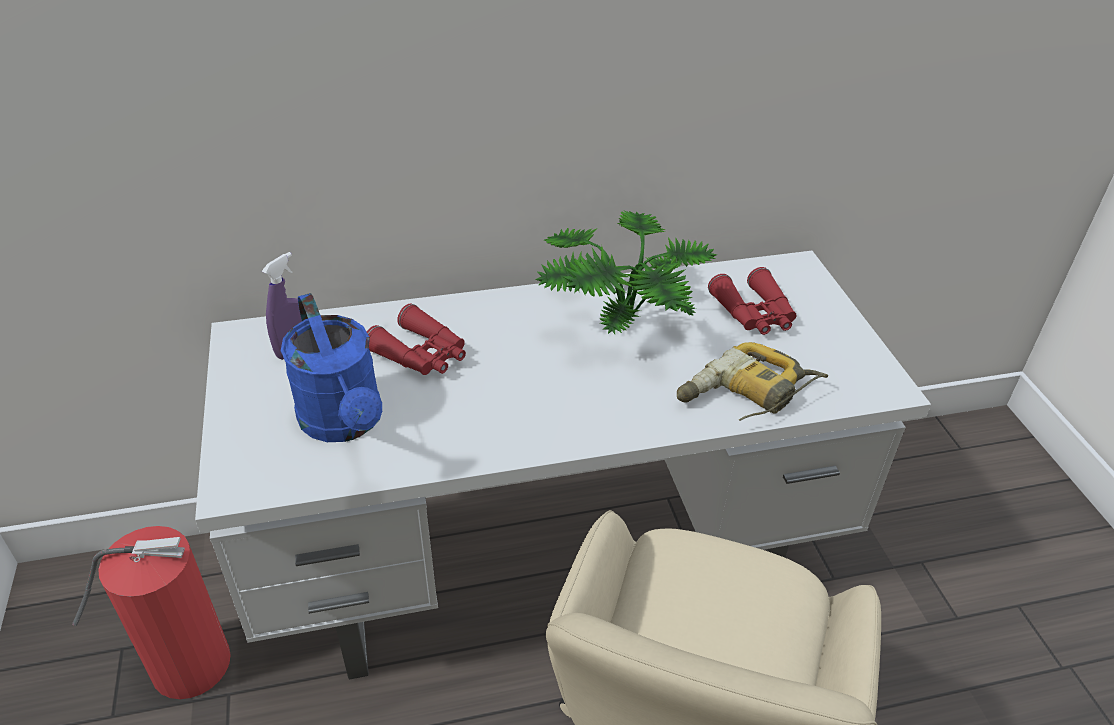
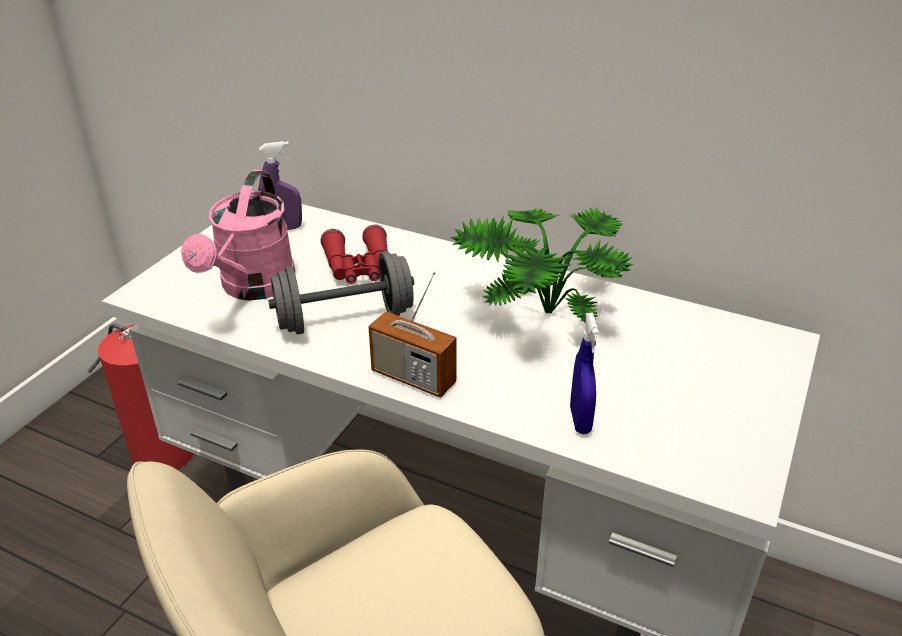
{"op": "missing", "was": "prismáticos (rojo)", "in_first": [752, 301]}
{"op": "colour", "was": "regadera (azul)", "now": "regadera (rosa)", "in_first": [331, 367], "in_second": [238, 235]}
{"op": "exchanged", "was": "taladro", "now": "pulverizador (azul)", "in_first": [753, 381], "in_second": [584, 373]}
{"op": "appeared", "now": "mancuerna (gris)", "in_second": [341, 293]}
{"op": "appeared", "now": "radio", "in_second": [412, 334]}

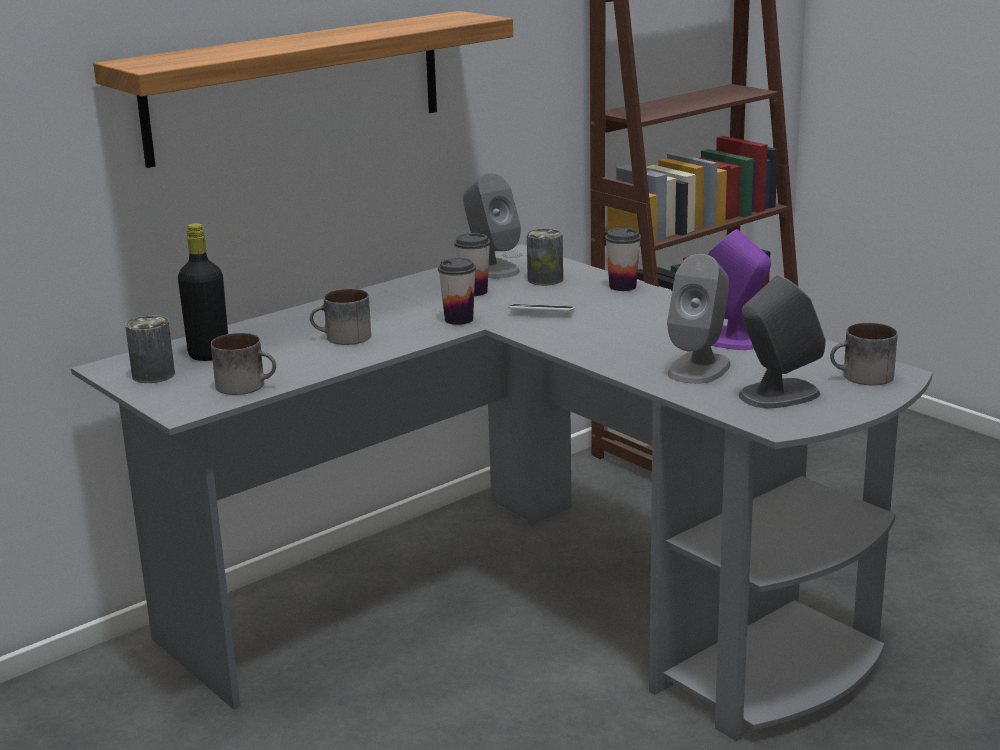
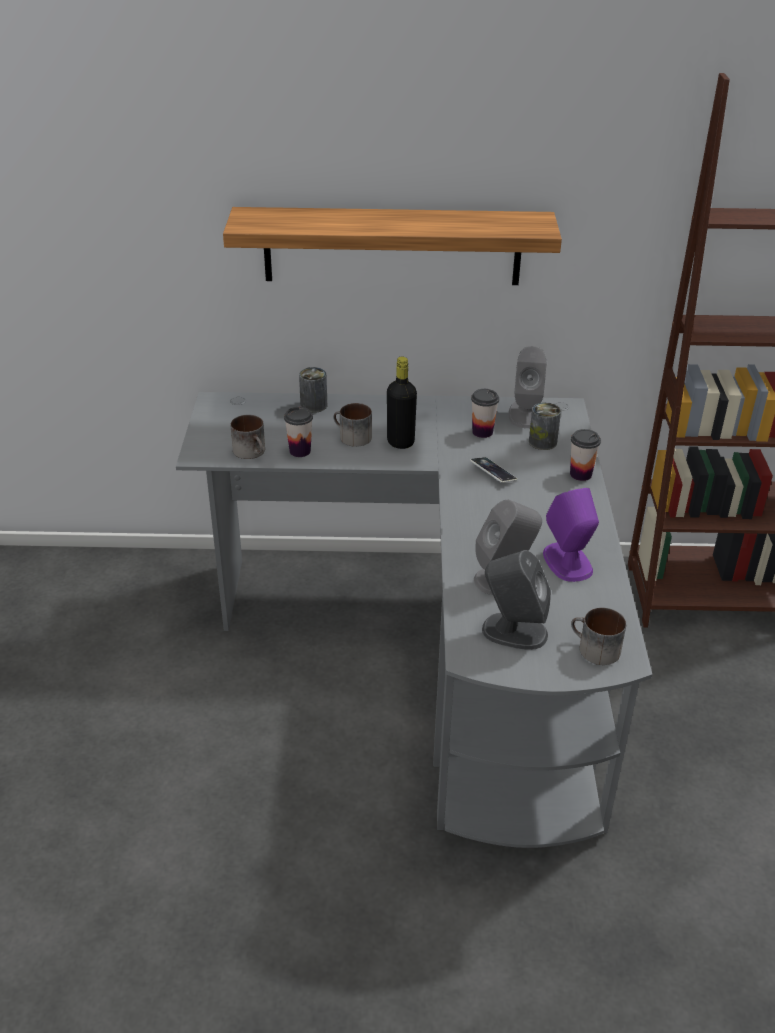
{"op": "relocated", "was": "botella (negro)", "in_first": [203, 292], "in_second": [402, 403]}
{"op": "relocated", "was": "taza", "in_first": [457, 291], "in_second": [298, 432]}
{"op": "relocated", "was": "lata", "in_first": [150, 349], "in_second": [313, 390]}

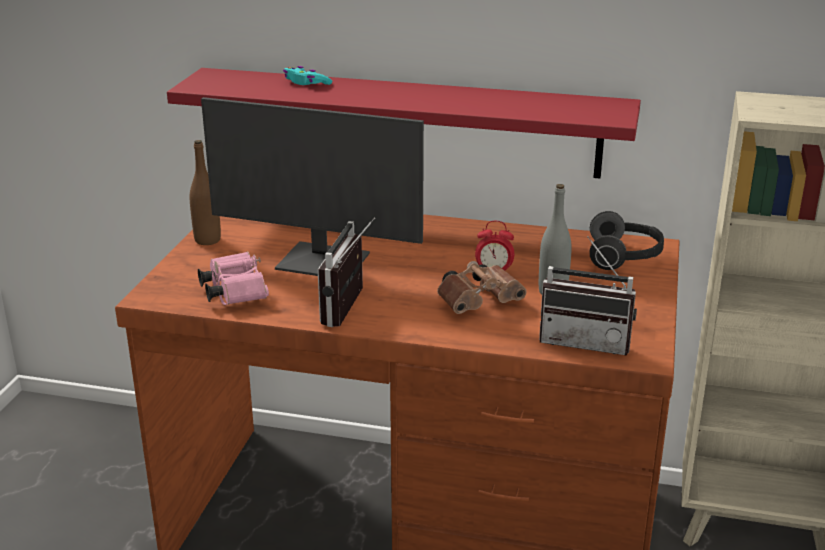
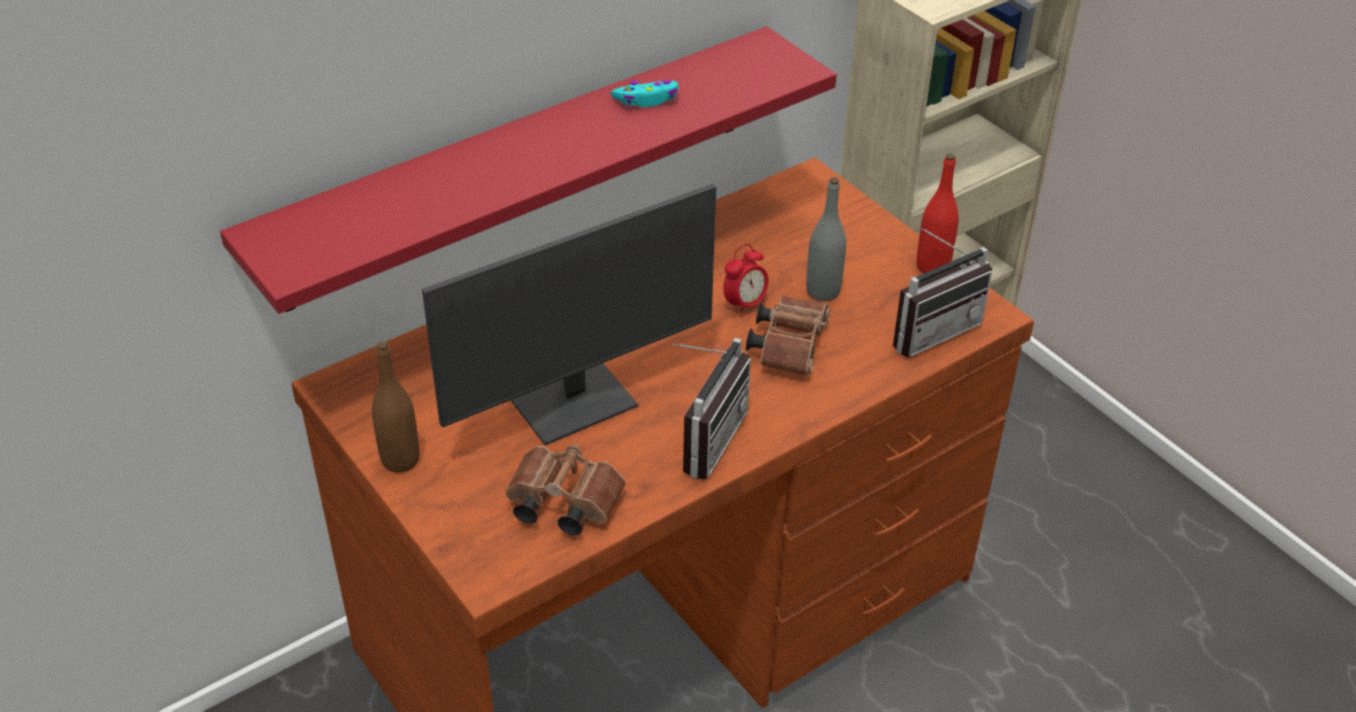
{"op": "relocated", "was": "mando de consola (turquesa)", "in_first": [307, 75], "in_second": [645, 93]}
{"op": "missing", "was": "auriculares", "in_first": [626, 240]}
{"op": "spun", "was": "radio", "in_first": [346, 272], "in_second": [712, 408], "clockwise": -120}
{"op": "colour", "was": "prismáticos (rosa)", "now": "prismáticos (marrón)", "in_first": [233, 278], "in_second": [565, 490]}
{"op": "appeared", "now": "botella (rojo)", "in_second": [938, 213]}

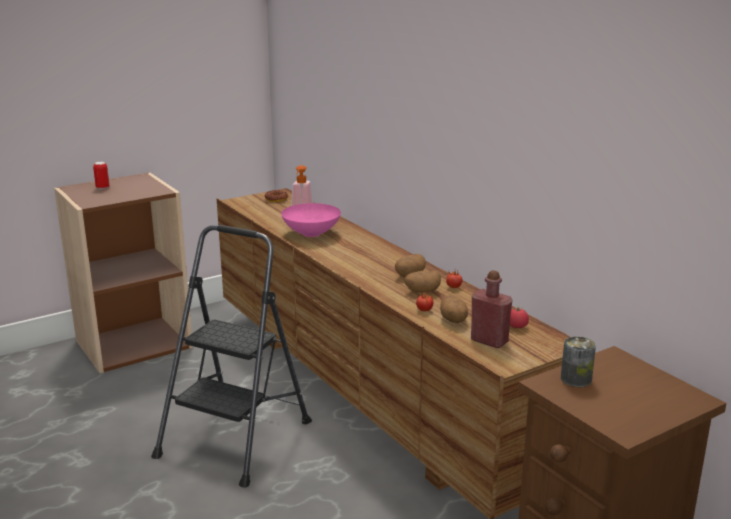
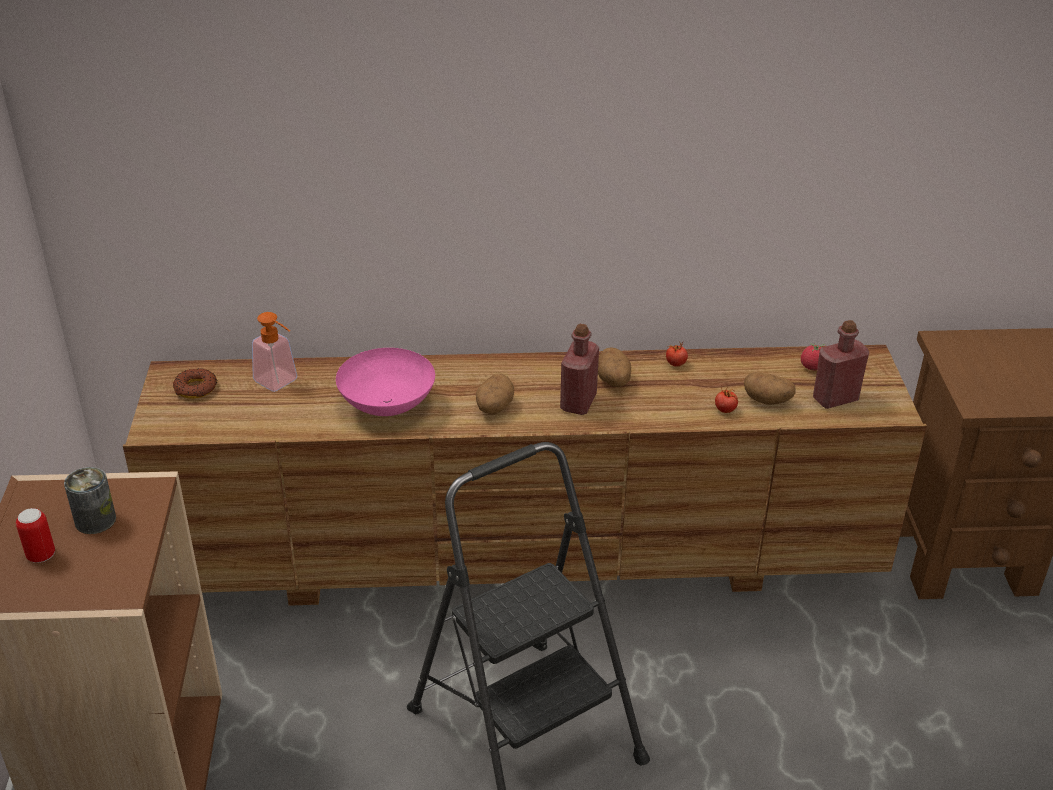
{"op": "relocated", "was": "patata", "in_first": [422, 282], "in_second": [495, 393]}
{"op": "relocated", "was": "lata", "in_first": [578, 361], "in_second": [90, 500]}
{"op": "appeared", "now": "botella (rojo)", "in_second": [579, 369]}

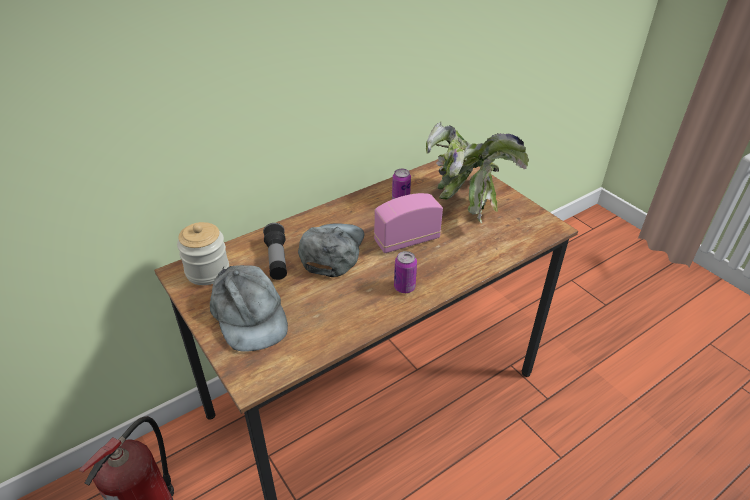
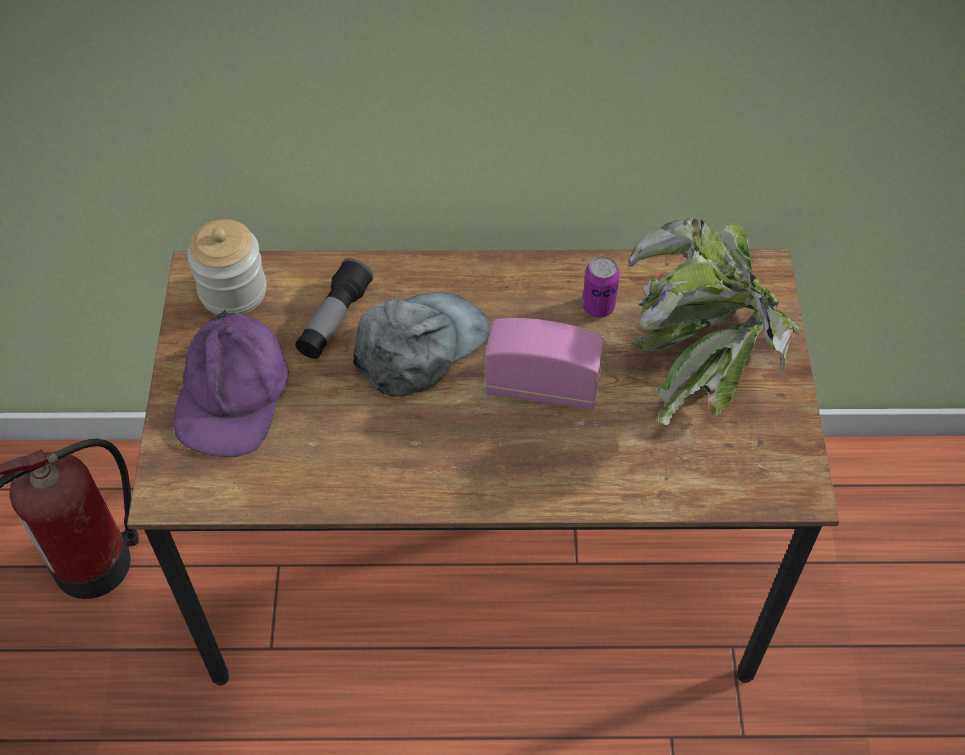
{"op": "missing", "was": "lata", "in_first": [405, 272]}
{"op": "colour", "was": "gorra (gris)", "now": "gorra (morado)", "in_first": [249, 308], "in_second": [231, 383]}

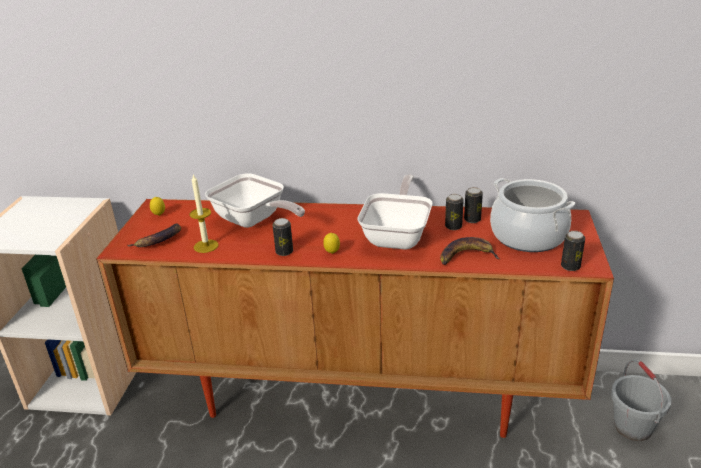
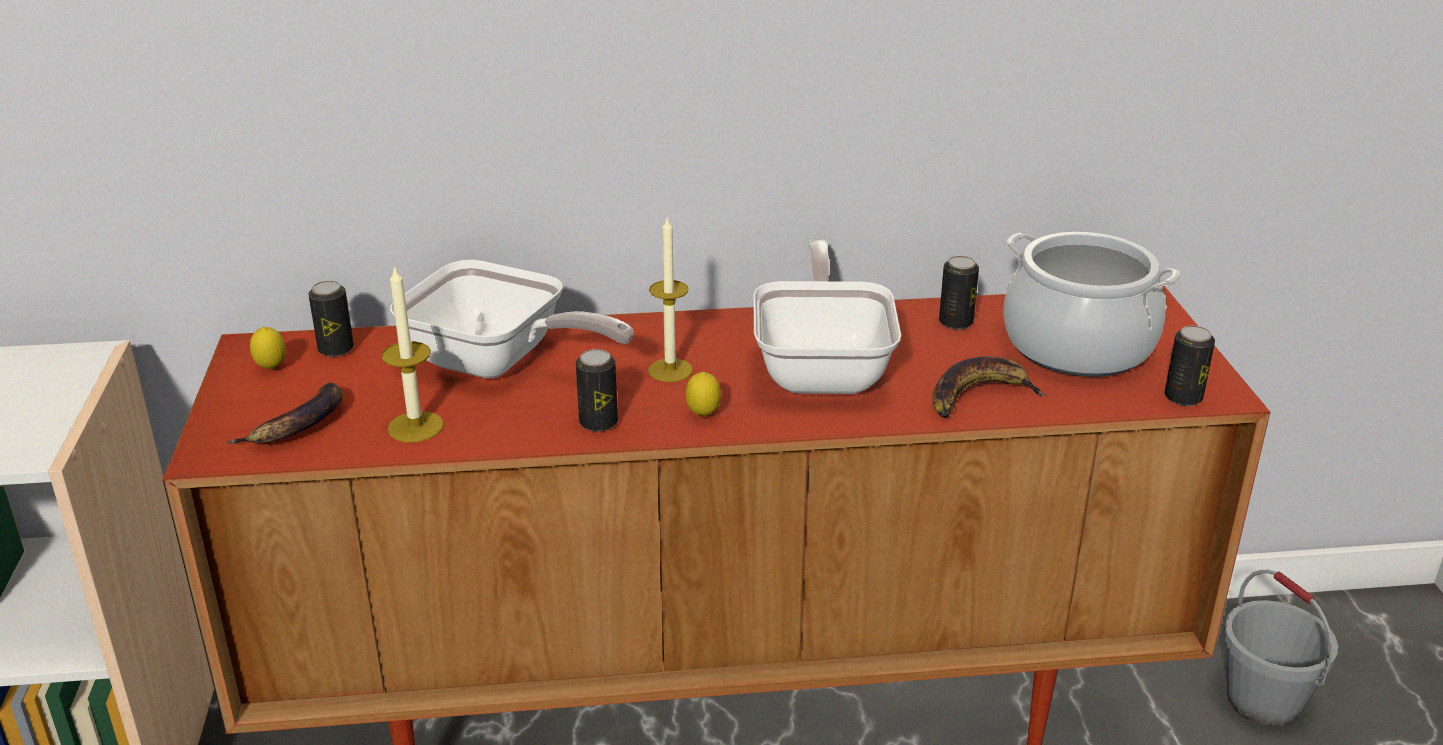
{"op": "relocated", "was": "lata", "in_first": [454, 212], "in_second": [331, 319]}
{"op": "appeared", "now": "vela", "in_second": [670, 299]}

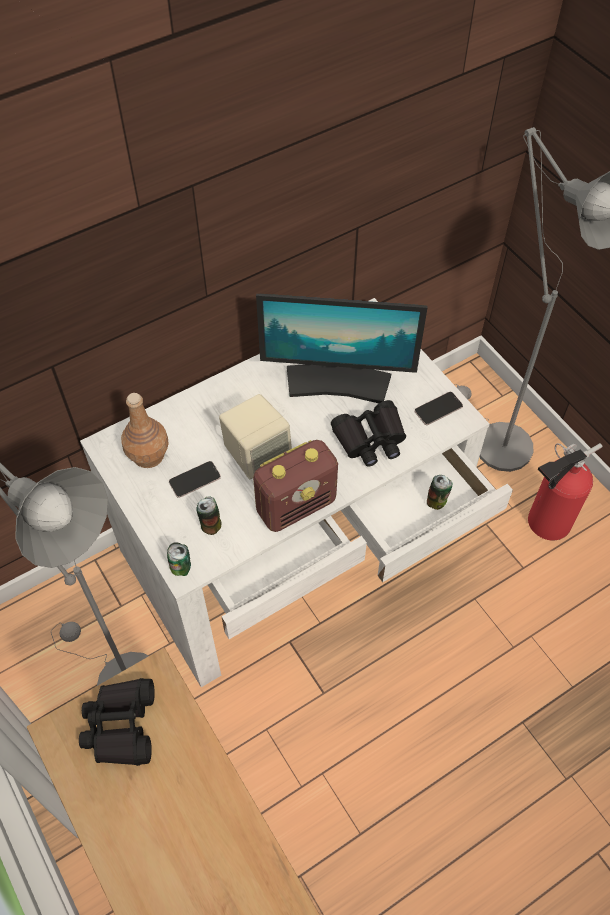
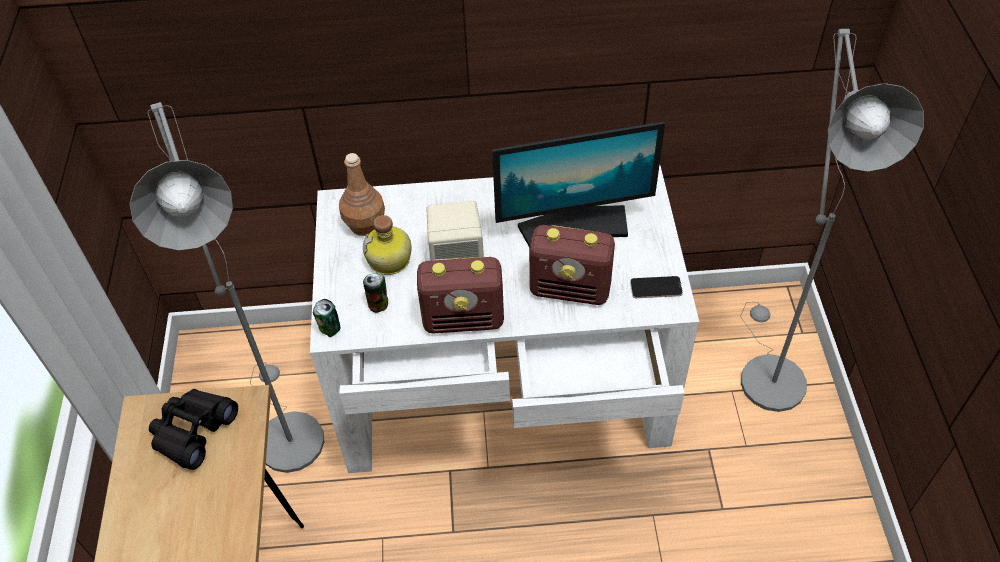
{"op": "spun", "was": "monitor", "in_first": [341, 348], "in_second": [578, 185], "clockwise": -45}
{"op": "exchanged", "was": "prismáticos (negro)", "now": "radio", "in_first": [368, 433], "in_second": [572, 265]}
{"op": "missing", "was": "extintor", "in_first": [565, 491]}
{"op": "exchanged", "was": "móvil", "now": "botella", "in_first": [195, 479], "in_second": [387, 245]}
{"op": "missing", "was": "lata", "in_first": [439, 492]}

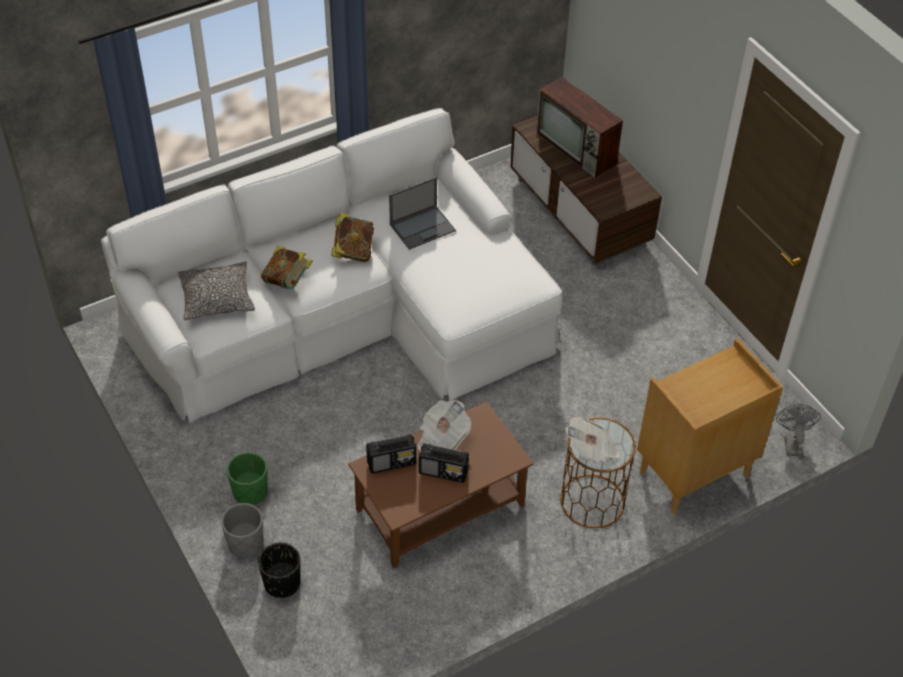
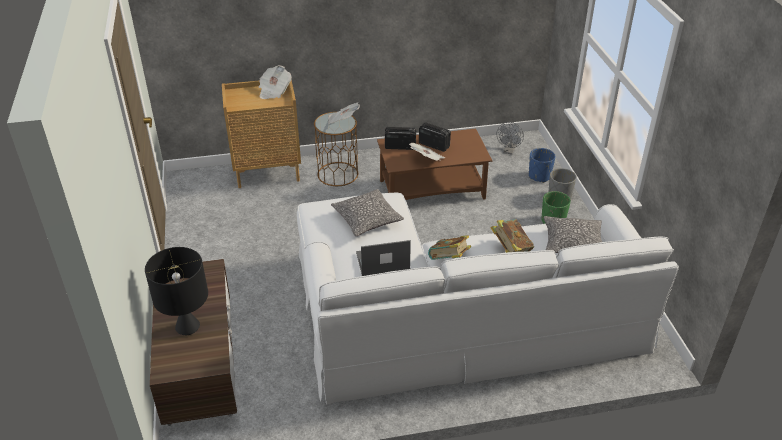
{"op": "exchanged", "was": "televisor", "now": "lámpara de mesa (negro)", "in_first": [579, 127], "in_second": [176, 291]}
{"op": "relocated", "was": "ventilador (gris)", "in_first": [798, 430], "in_second": [510, 138]}
{"op": "relocated", "was": "radio", "in_first": [391, 454], "in_second": [400, 138]}
{"op": "colour", "was": "maceta (negro)", "now": "maceta (azul)", "in_first": [279, 570], "in_second": [542, 165]}
{"op": "appeared", "now": "periódico", "in_second": [275, 82]}
{"op": "appeared", "now": "cojín", "in_second": [367, 212]}

